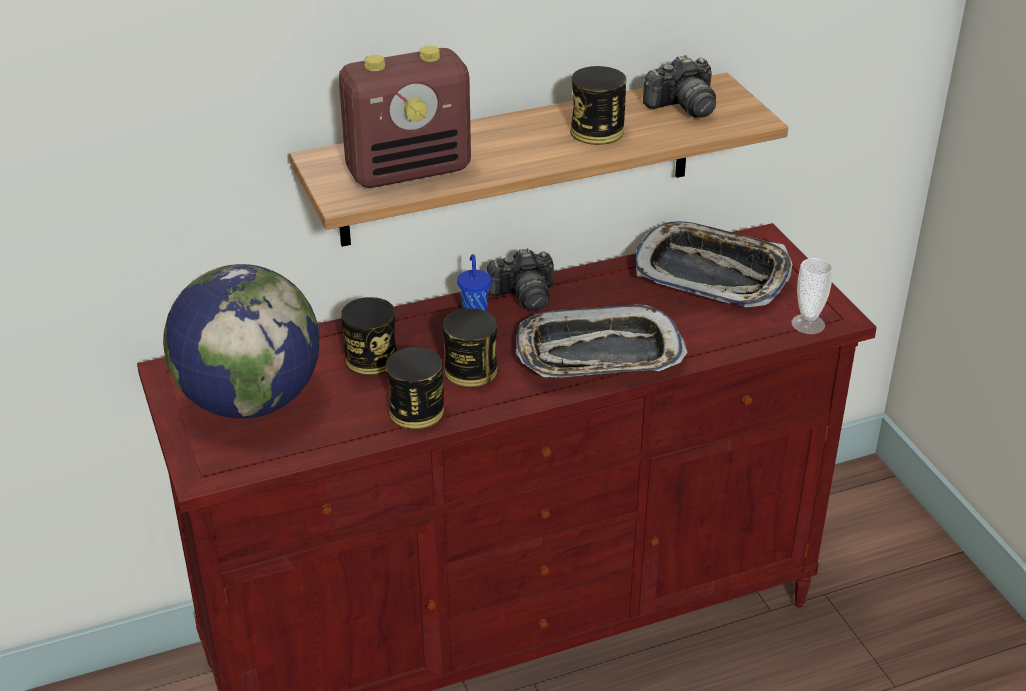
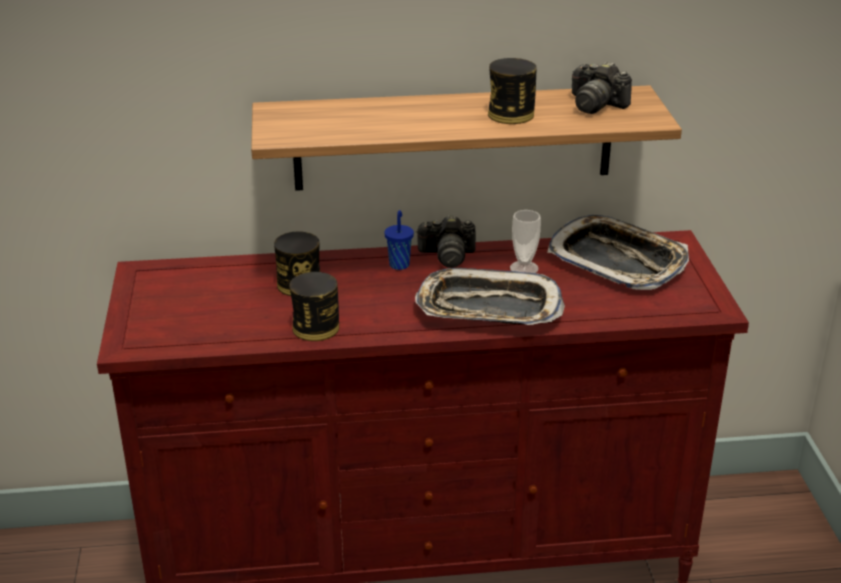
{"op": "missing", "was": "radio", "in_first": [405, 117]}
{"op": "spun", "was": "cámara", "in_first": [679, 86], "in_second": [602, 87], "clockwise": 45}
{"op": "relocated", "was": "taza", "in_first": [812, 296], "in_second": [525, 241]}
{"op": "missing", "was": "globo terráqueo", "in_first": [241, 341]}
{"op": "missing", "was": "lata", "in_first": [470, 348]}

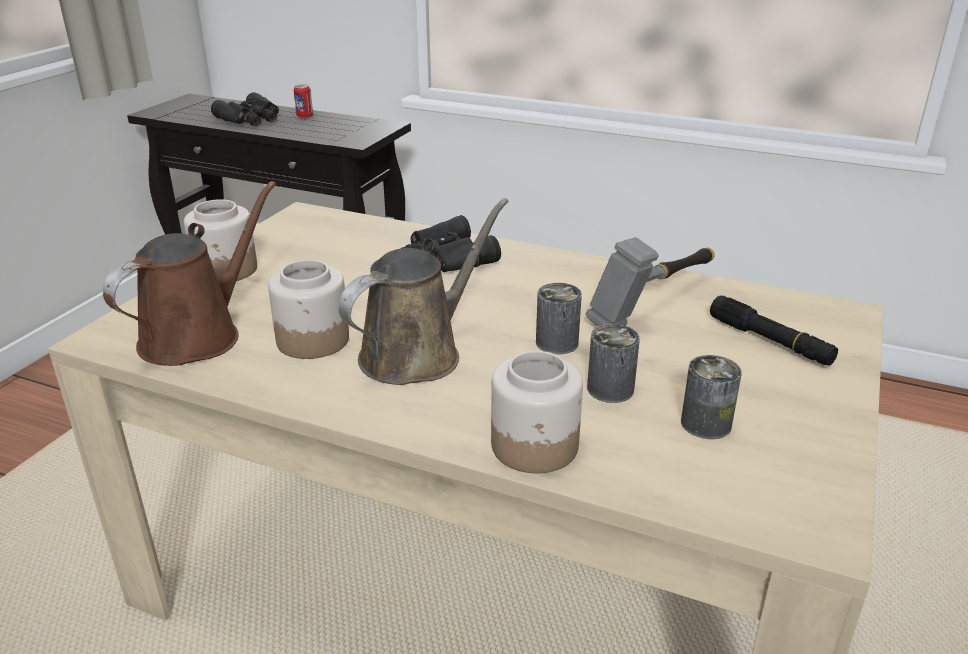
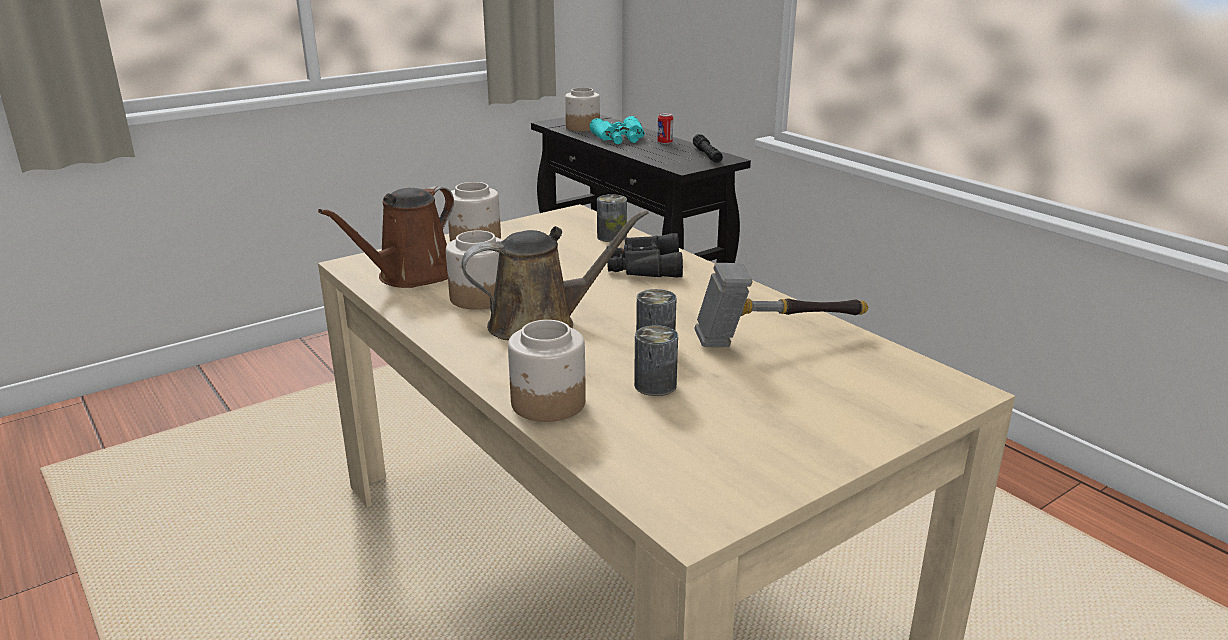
{"op": "colour", "was": "prismáticos (negro)", "now": "prismáticos (turquesa)", "in_first": [245, 109], "in_second": [617, 130]}
{"op": "spun", "was": "regadera (marrón)", "in_first": [189, 273], "in_second": [386, 237], "clockwise": 150}
{"op": "relocated", "was": "linterna (negro)", "in_first": [774, 331], "in_second": [708, 148]}
{"op": "relocated", "was": "lata", "in_first": [711, 397], "in_second": [612, 218]}
{"op": "appeared", "now": "tarro", "in_second": [582, 109]}

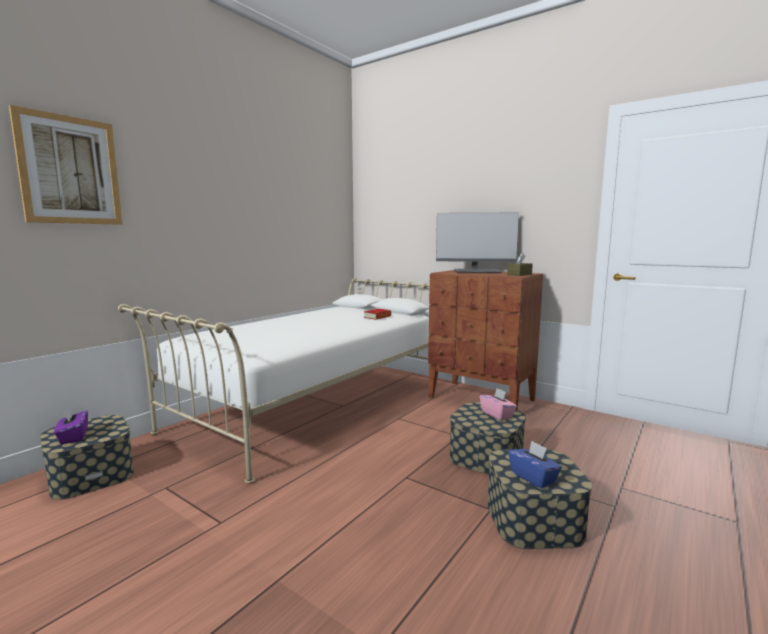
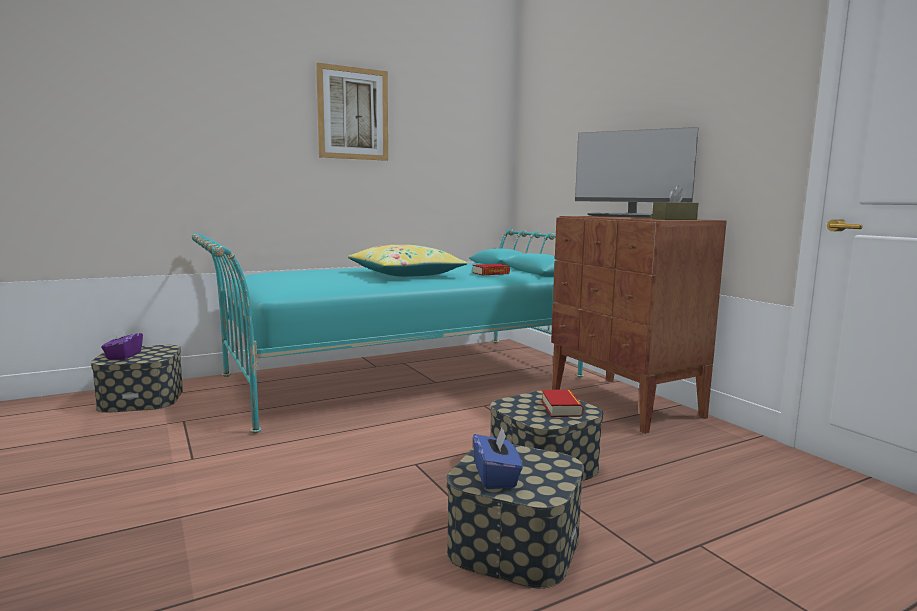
{"op": "relocated", "was": "cuadro", "in_first": [65, 165], "in_second": [352, 112]}
{"op": "colour", "was": "cama (blanco)", "now": "cama (turquesa)", "in_first": [277, 381], "in_second": [388, 331]}
{"op": "exchanged", "was": "caja de pañuelos (rosa)", "now": "libro", "in_first": [498, 404], "in_second": [562, 403]}
{"op": "appeared", "now": "cojín (amarillo)", "in_second": [407, 261]}

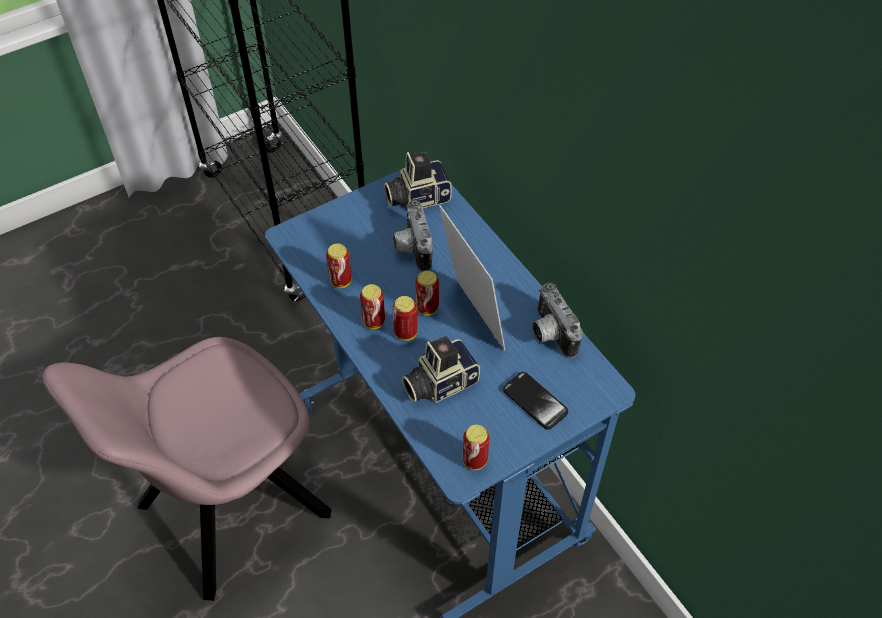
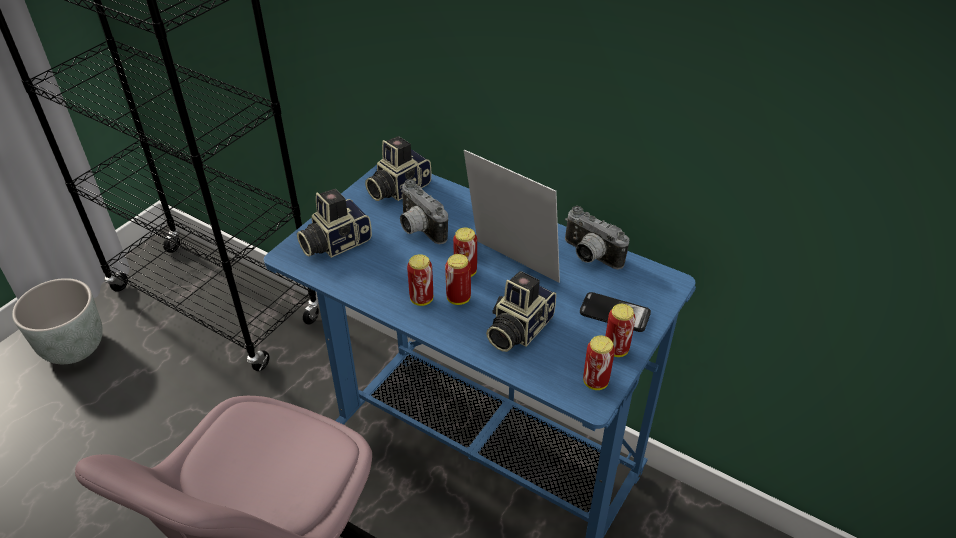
{"op": "relocated", "was": "lata", "in_first": [339, 266], "in_second": [620, 330]}
{"op": "appeared", "now": "cámara", "in_second": [334, 223]}
{"op": "appeared", "now": "maceta (gris)", "in_second": [57, 321]}

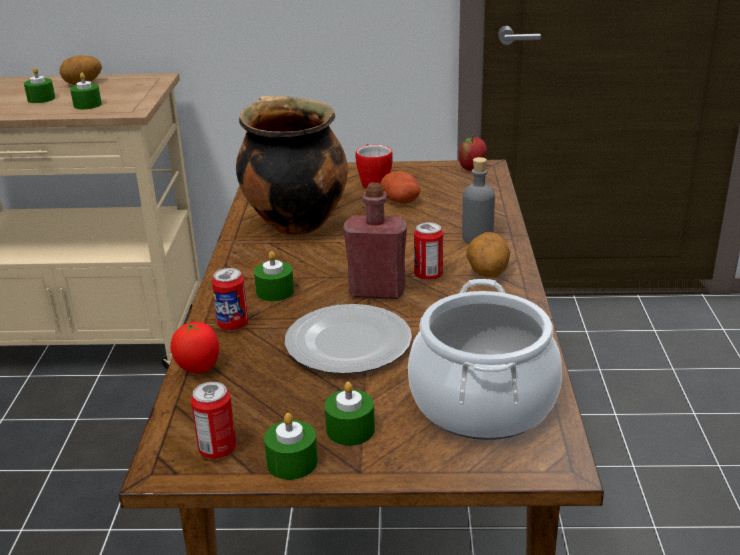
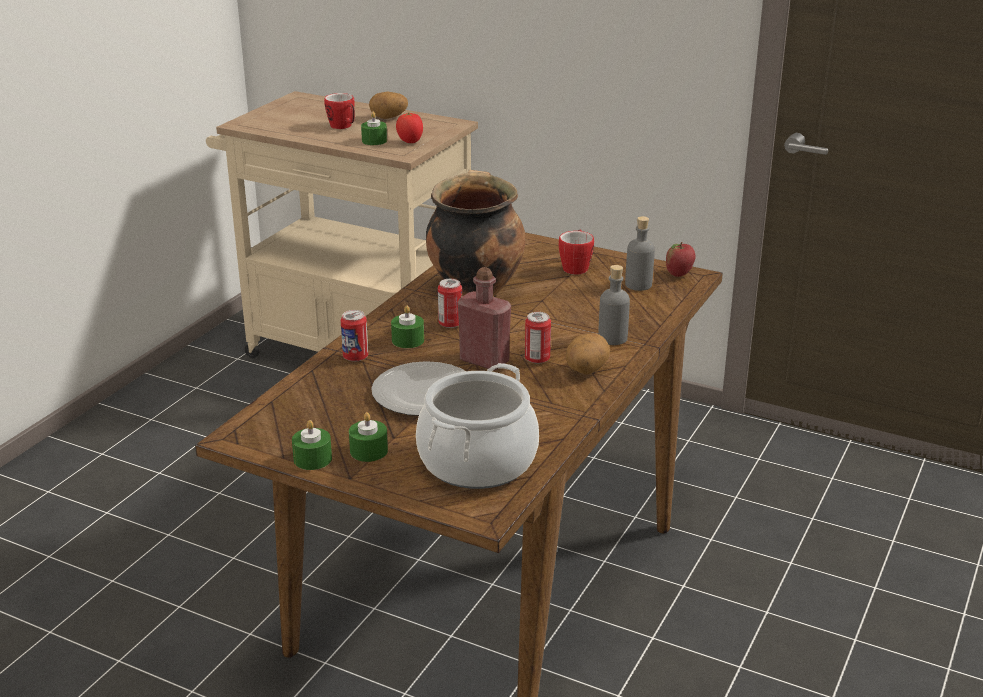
{"op": "exchanged", "was": "vela (verde)", "now": "taza grande", "in_first": [39, 85], "in_second": [339, 111]}
{"op": "missing", "was": "patata", "in_first": [400, 187]}
{"op": "relocated", "was": "tomate", "in_first": [194, 347], "in_second": [409, 128]}
{"op": "relocated", "was": "lata", "in_first": [213, 420], "in_second": [450, 303]}
{"op": "appeared", "now": "botella (gris)", "in_second": [640, 253]}

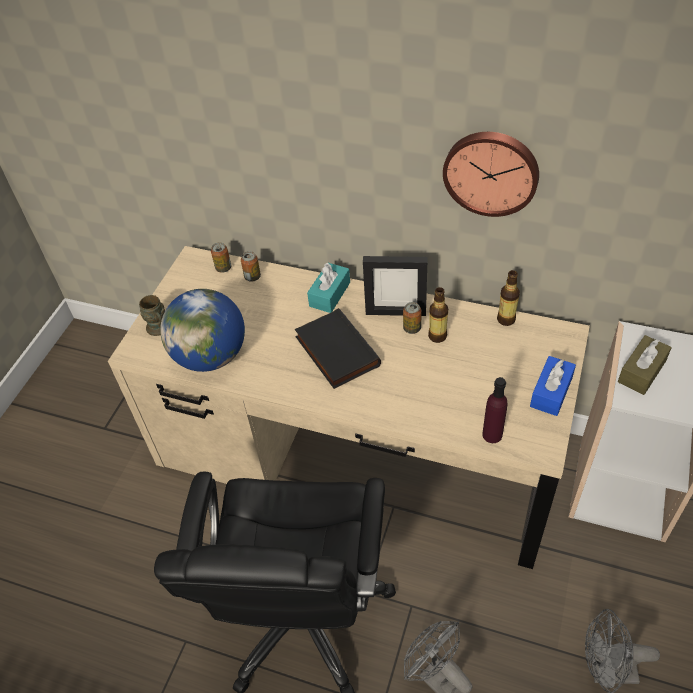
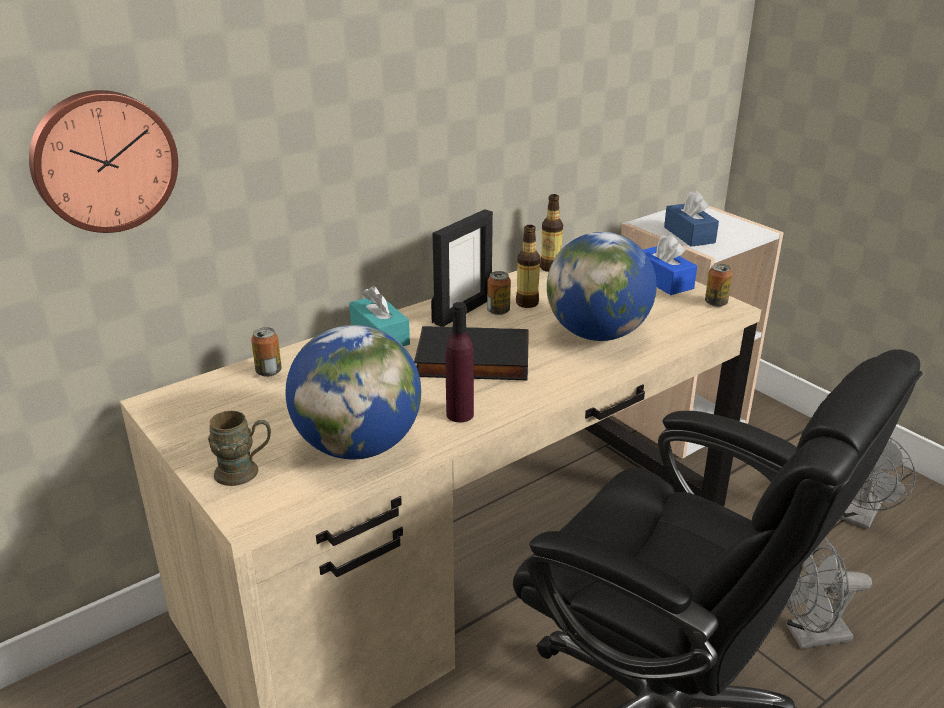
{"op": "relocated", "was": "reloj de pared", "in_first": [491, 174], "in_second": [103, 161]}
{"op": "relocated", "was": "lata", "in_first": [221, 257], "in_second": [718, 285]}
{"op": "colour", "was": "caja de pañuelos (marrón)", "now": "caja de pañuelos (azul)", "in_first": [645, 365], "in_second": [691, 219]}
{"op": "relocated", "was": "botella (morado)", "in_first": [494, 410], "in_second": [459, 362]}
{"op": "appeared", "now": "globo terráqueo", "in_second": [602, 286]}

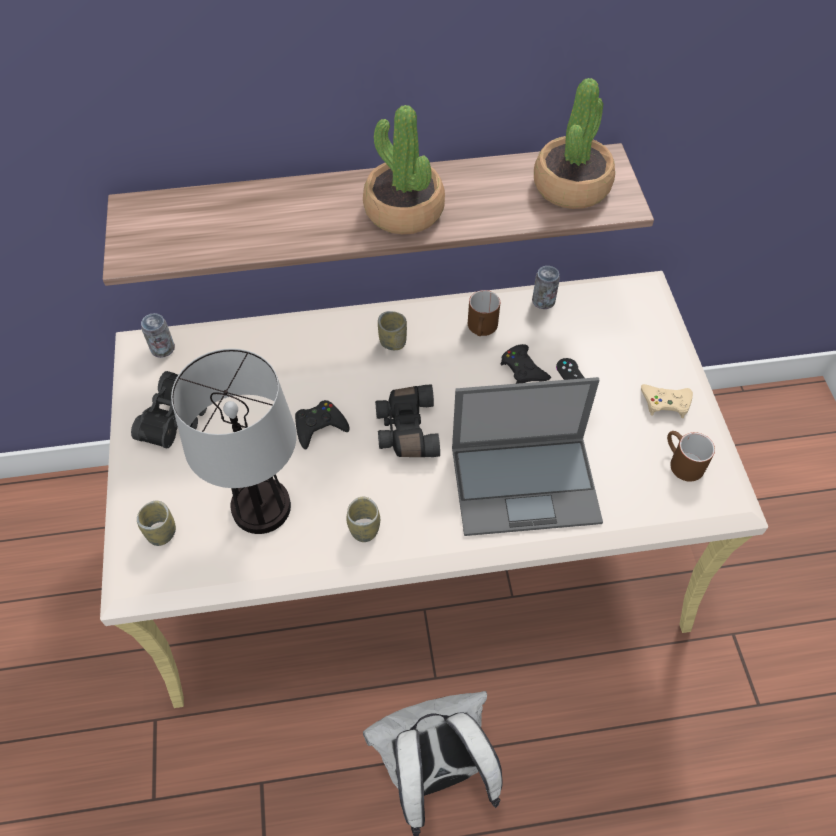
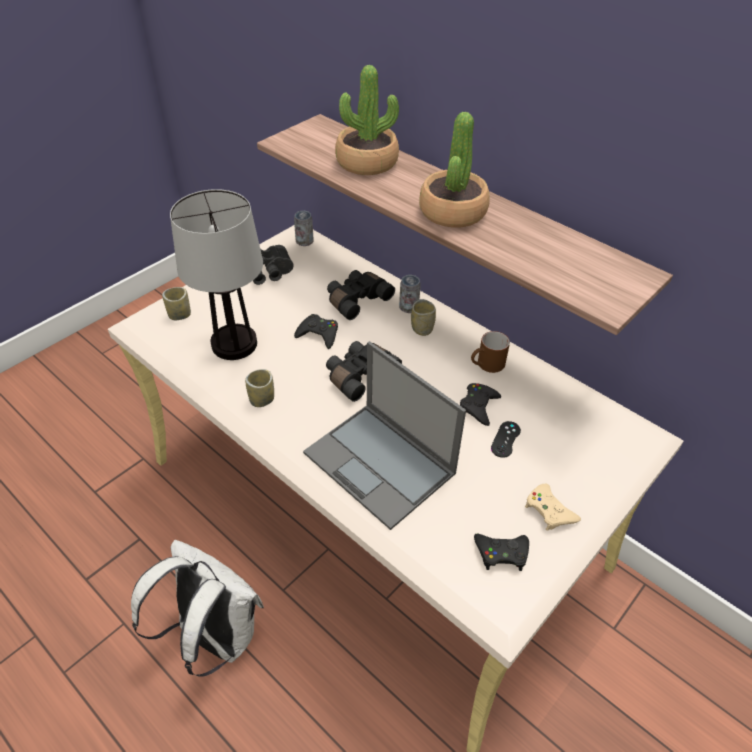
{"op": "relocated", "was": "planta en maceta", "in_first": [574, 143], "in_second": [367, 120]}
{"op": "relocated", "was": "lata", "in_first": [546, 287], "in_second": [410, 294]}
{"op": "exchanged", "was": "taza grande (marrón)", "now": "mando de consola (negro)", "in_first": [691, 456], "in_second": [501, 552]}
{"op": "appeared", "now": "prismáticos (negro)", "in_second": [361, 295]}

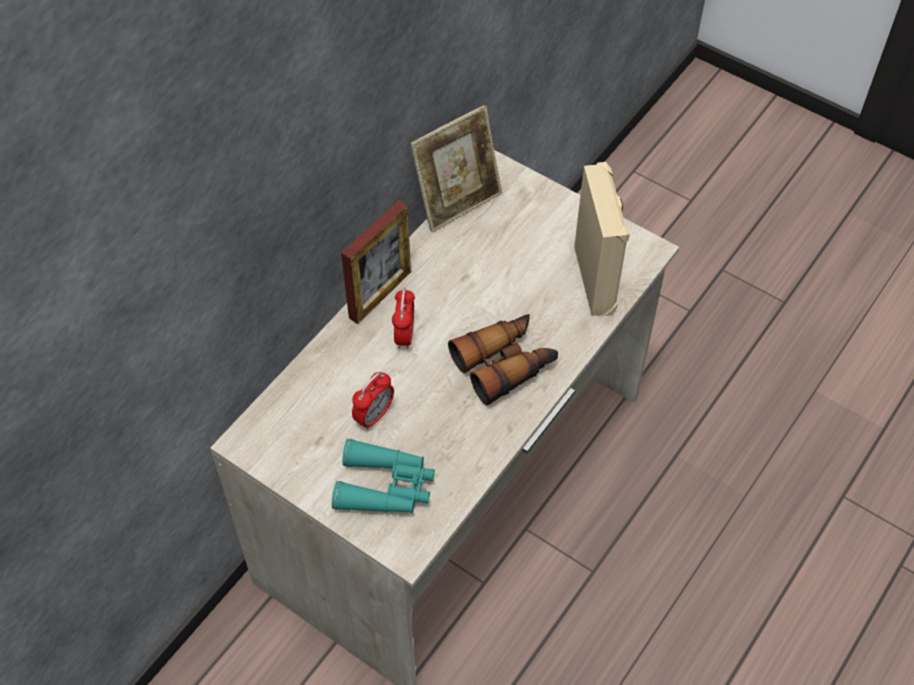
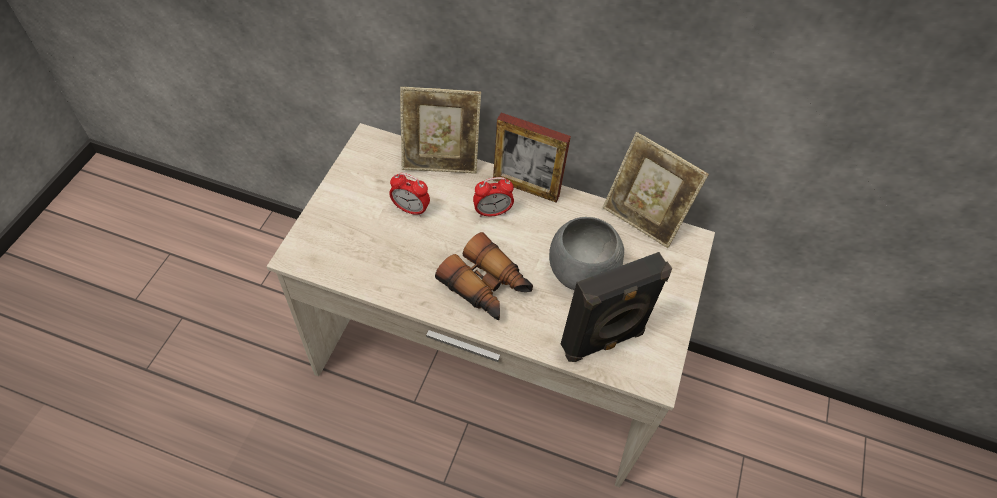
{"op": "colour", "was": "altavoz (beis)", "now": "altavoz (negro)", "in_first": [602, 239], "in_second": [616, 307]}
{"op": "missing", "was": "prismáticos (turquesa)", "in_first": [383, 476]}
{"op": "appeared", "now": "portarretratos", "in_second": [440, 130]}
{"op": "appeared", "now": "cuenco (gris)", "in_second": [586, 253]}

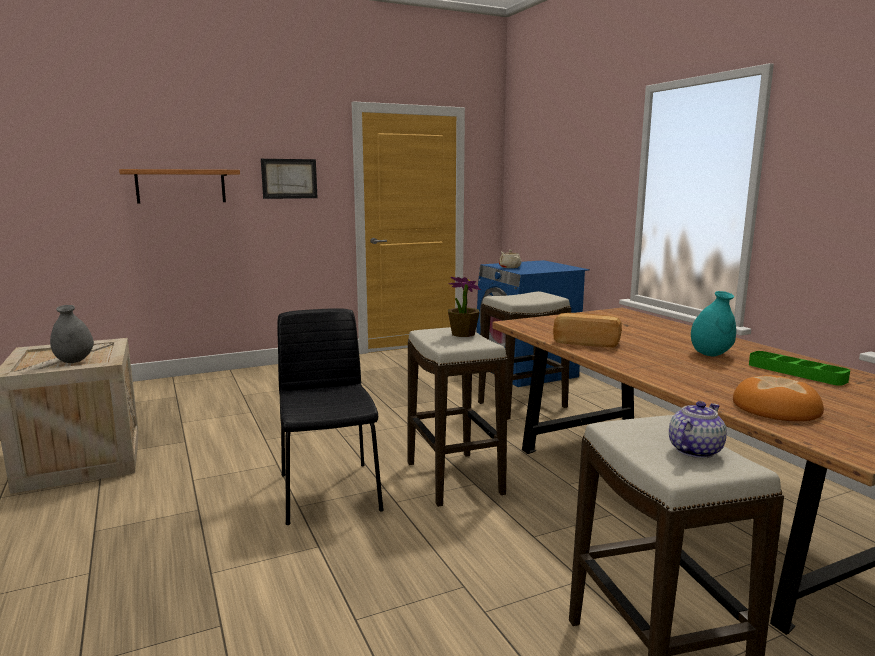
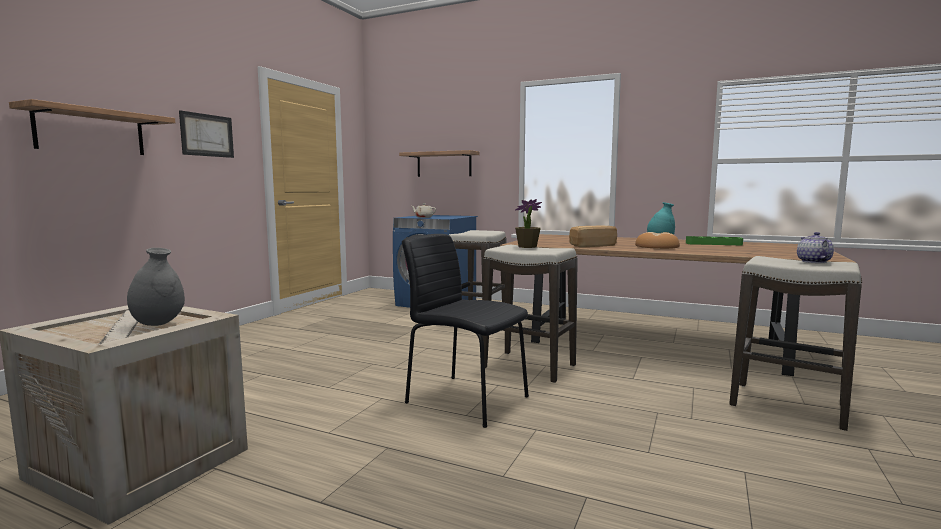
{"op": "relocated", "was": "pan", "in_first": [778, 398], "in_second": [657, 240]}
{"op": "appeared", "now": "estante", "in_second": [439, 163]}

